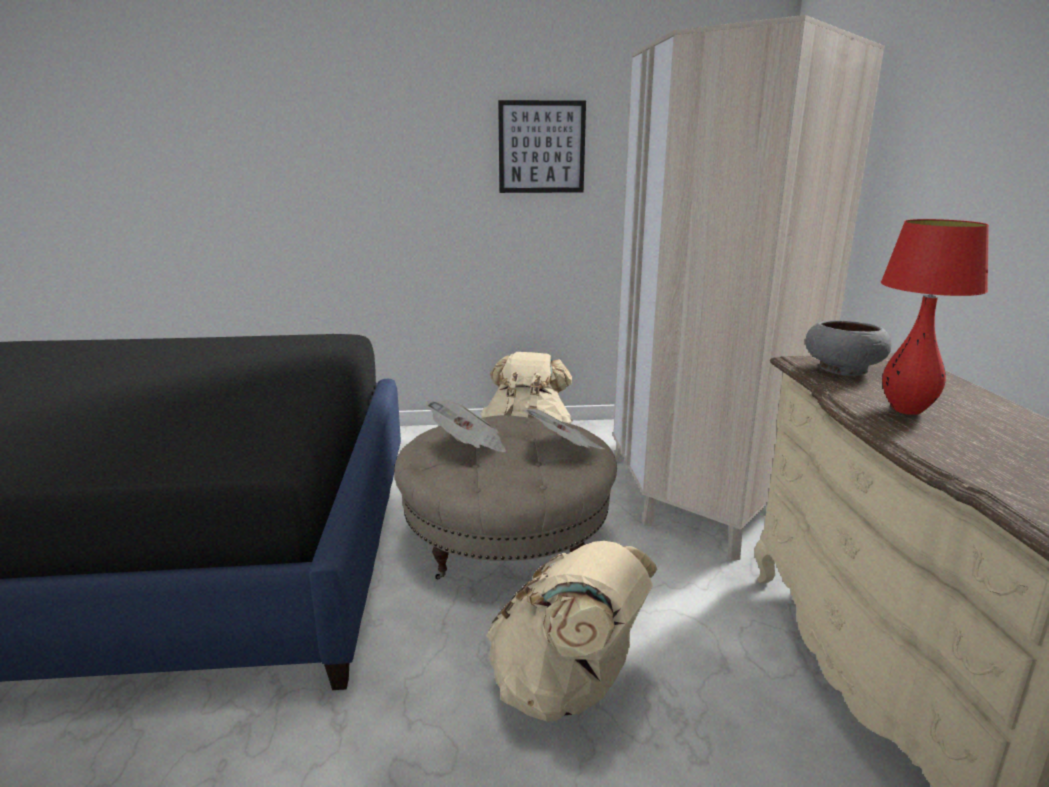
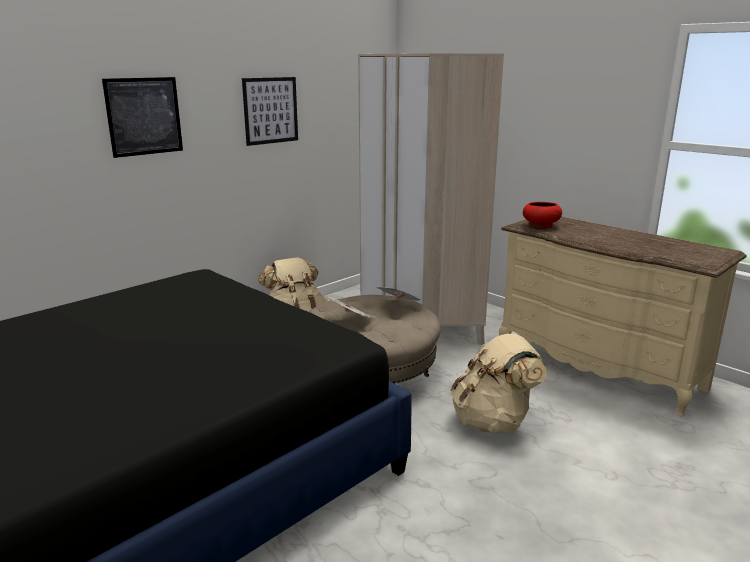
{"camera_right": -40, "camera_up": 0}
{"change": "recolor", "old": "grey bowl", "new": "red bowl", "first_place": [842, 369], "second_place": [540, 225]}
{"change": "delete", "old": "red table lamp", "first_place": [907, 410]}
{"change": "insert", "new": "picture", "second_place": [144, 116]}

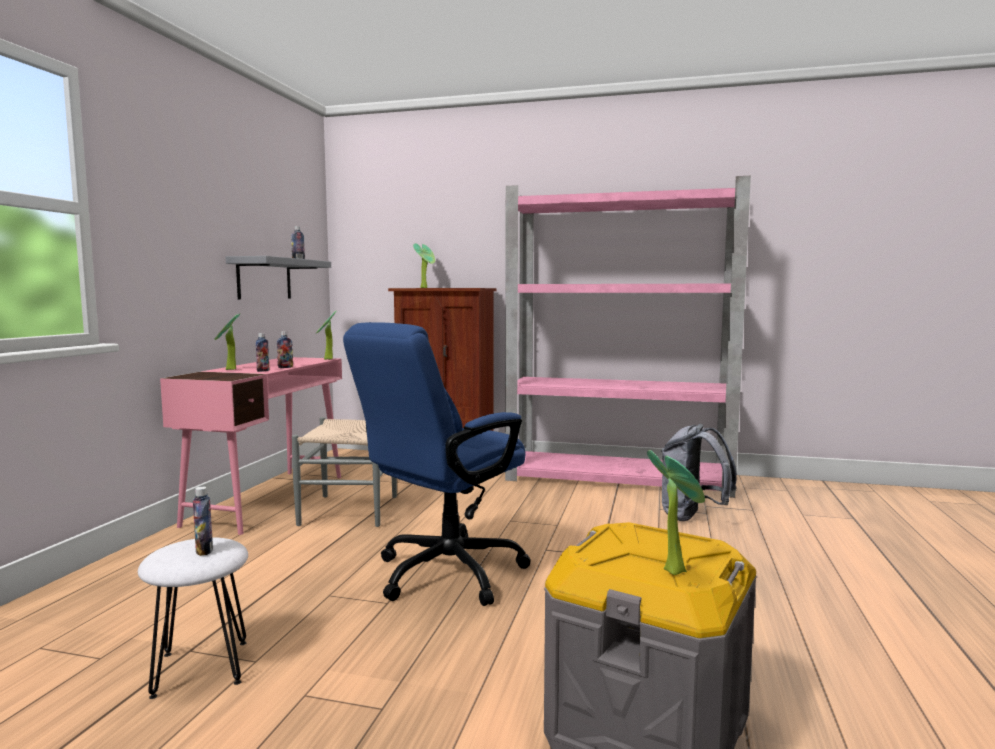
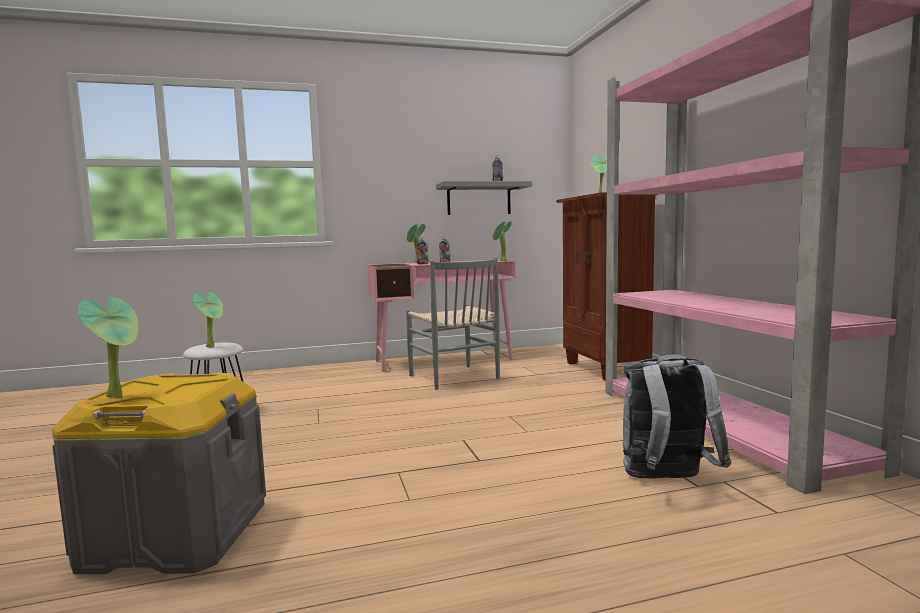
{"camera_right": 60, "camera_up": 0}
{"change": "replace", "old": "bottle", "new": "potted plant", "first_place": [204, 551], "second_place": [212, 346]}
{"change": "delete", "old": "blue office chair", "first_place": [444, 576]}

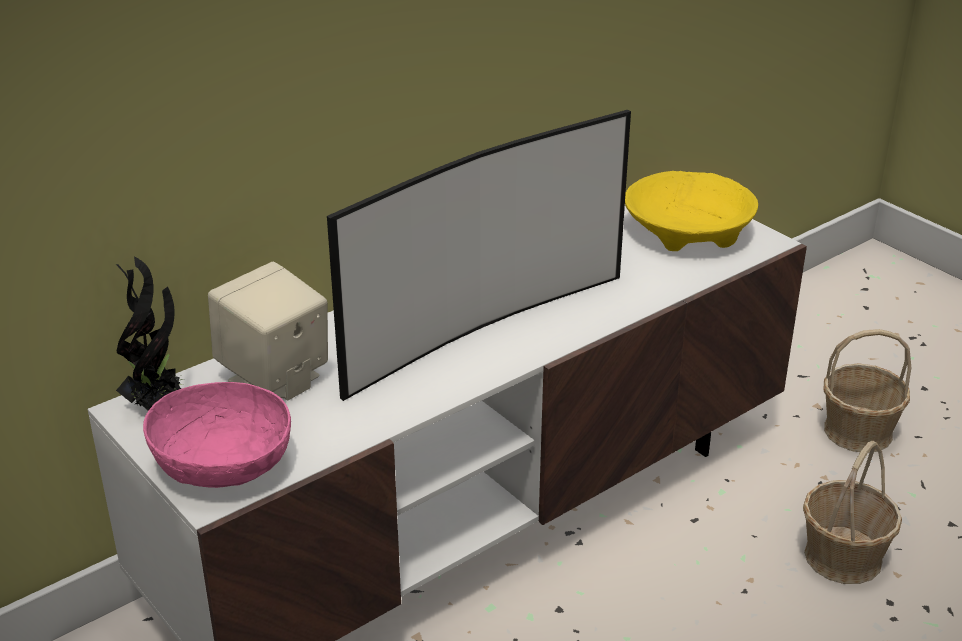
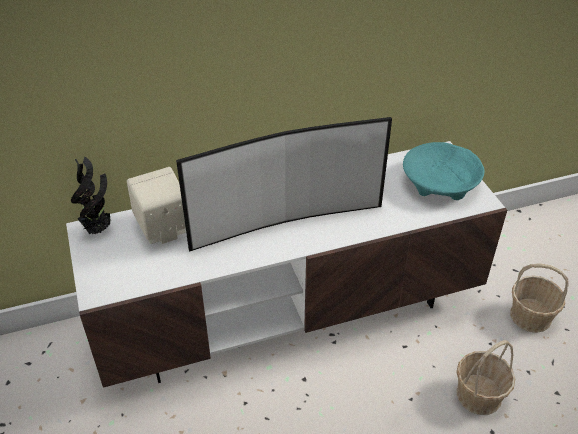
{"camera_right": 20, "camera_up": 10}
{"change": "delete", "old": "pink bowl", "first_place": [224, 465]}
{"change": "recolor", "old": "yellow bowl", "new": "turquoise bowl", "first_place": [687, 231], "second_place": [439, 182]}

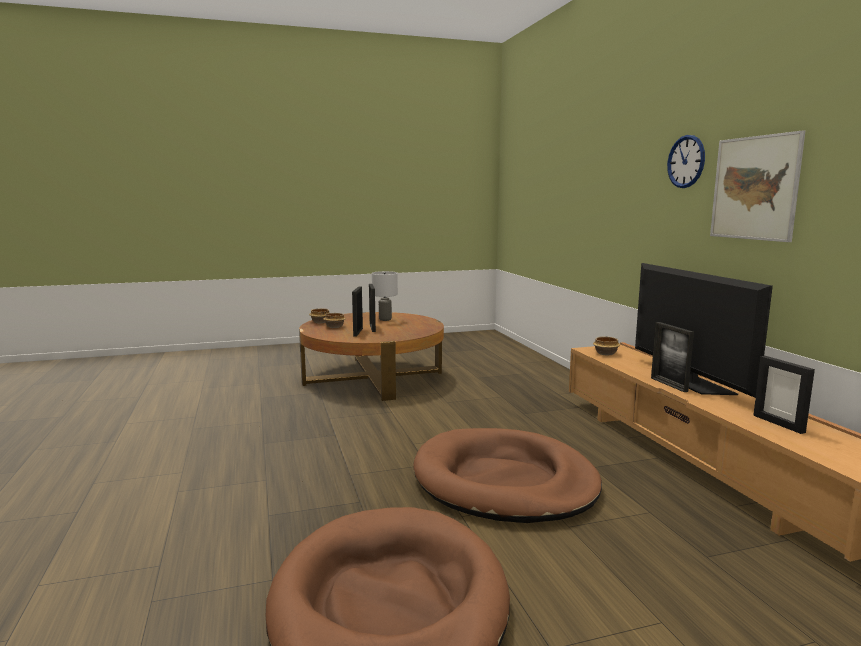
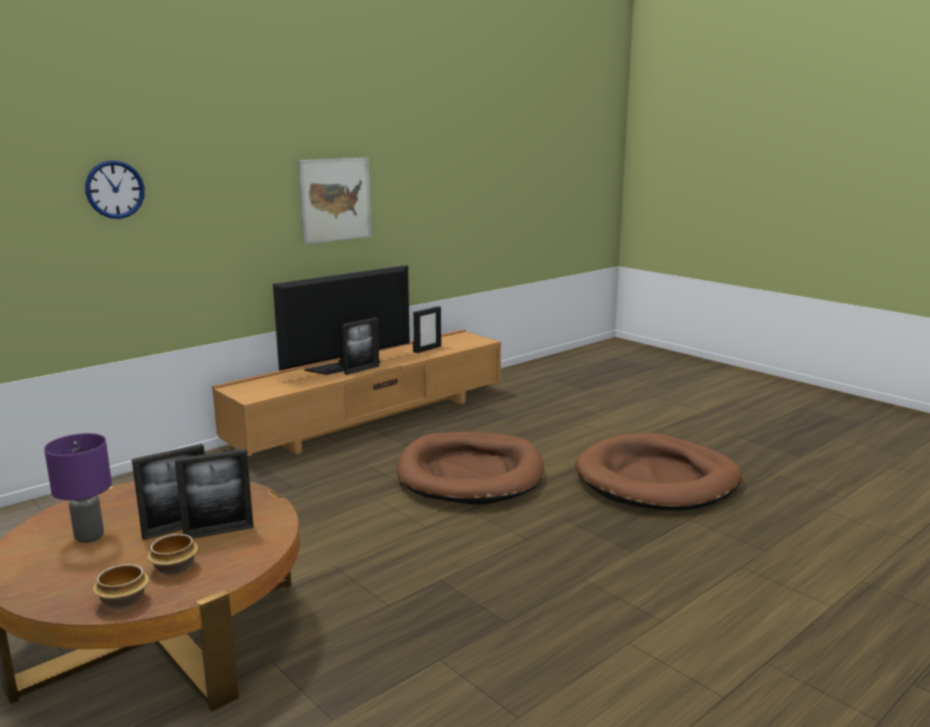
{"camera_right": -115, "camera_up": 5}
{"change": "recolor", "old": "white table lamp", "new": "purple table lamp", "first_place": [384, 319], "second_place": [89, 538]}
{"change": "delete", "old": "bowl", "first_place": [606, 353]}
{"change": "move", "old": "wall clock", "first_place": [686, 161], "second_place": [115, 189]}

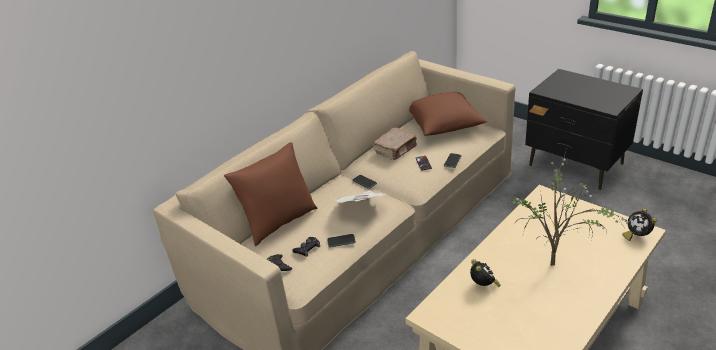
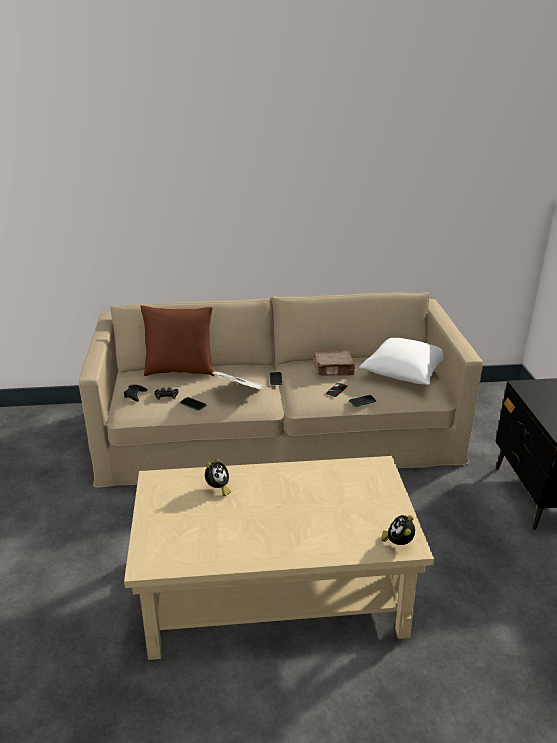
{"camera_right": 40, "camera_up": -5}
{"change": "recolor", "old": "brown pillow", "new": "white pillow", "first_place": [444, 125], "second_place": [404, 374]}
{"change": "delete", "old": "potted plant", "first_place": [555, 266]}

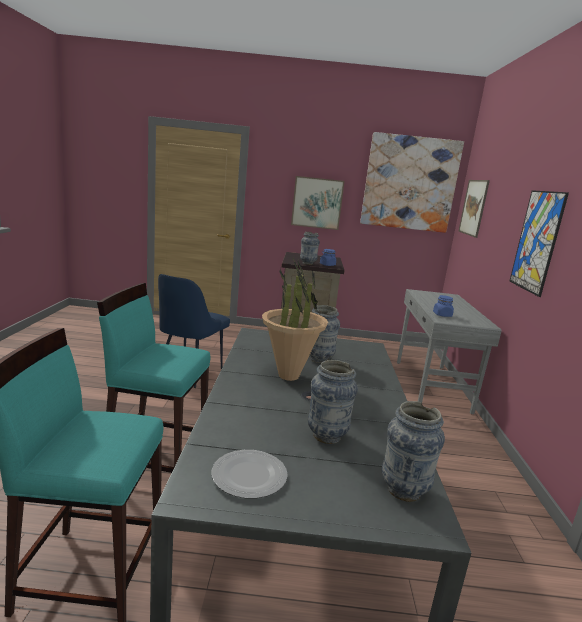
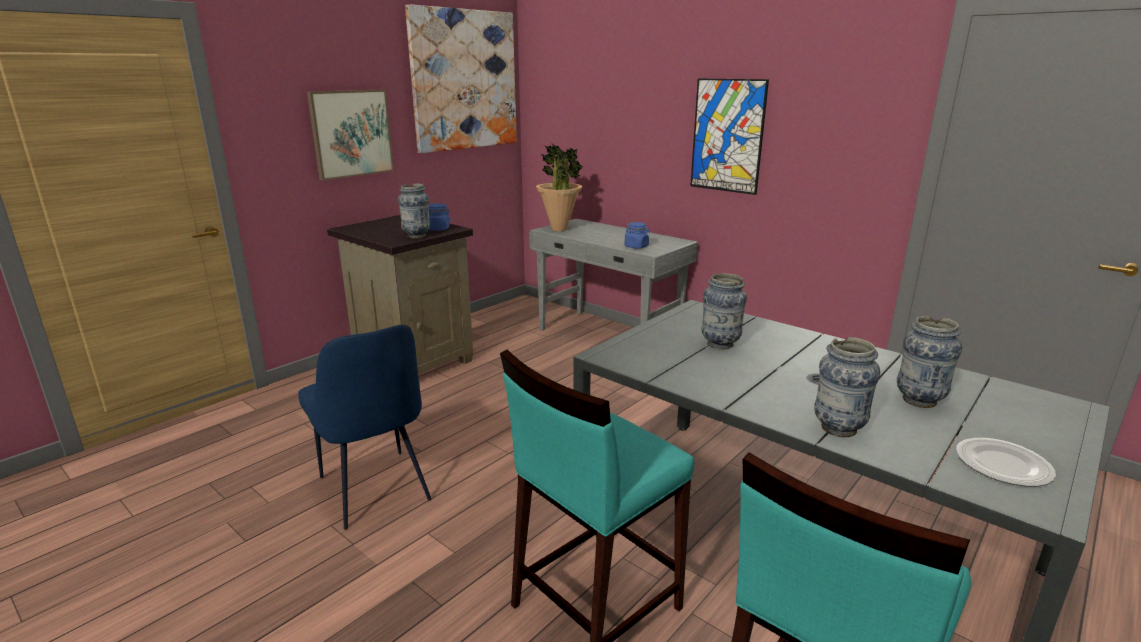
{"camera_right": -50, "camera_up": 5}
{"change": "move", "old": "potted plant", "first_place": [289, 376], "second_place": [559, 229]}
{"change": "move", "old": "vase", "first_place": [404, 490], "second_place": [838, 428]}
{"change": "delete", "old": "picture", "first_place": [473, 207]}

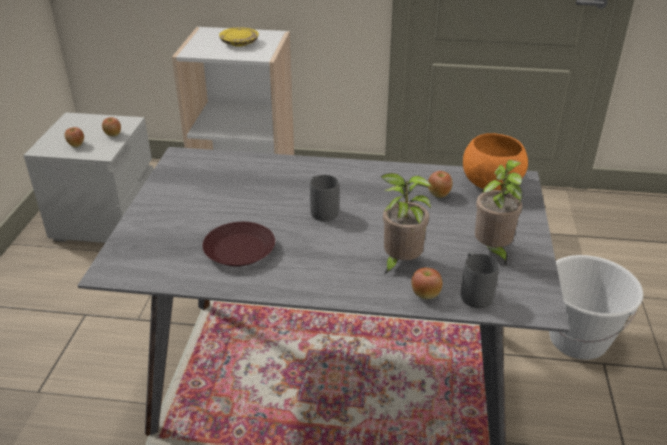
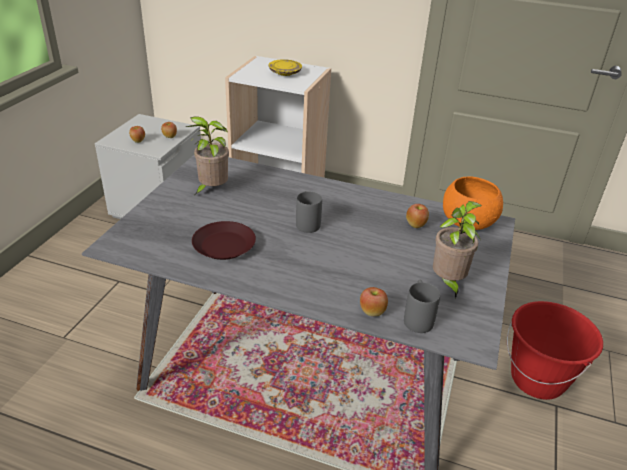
{"camera_right": 10, "camera_up": 0}
{"change": "move", "old": "potted plant", "first_place": [400, 263], "second_place": [211, 190]}
{"change": "recolor", "old": "white bucket", "new": "red bucket", "first_place": [578, 340], "second_place": [537, 380]}

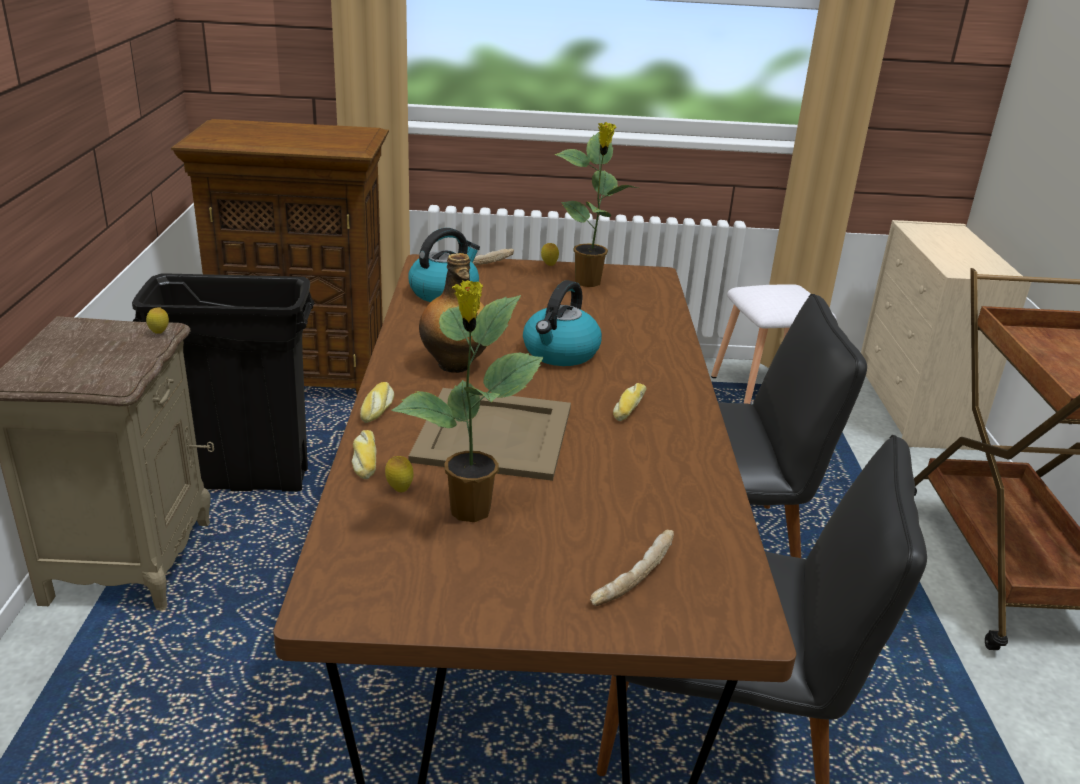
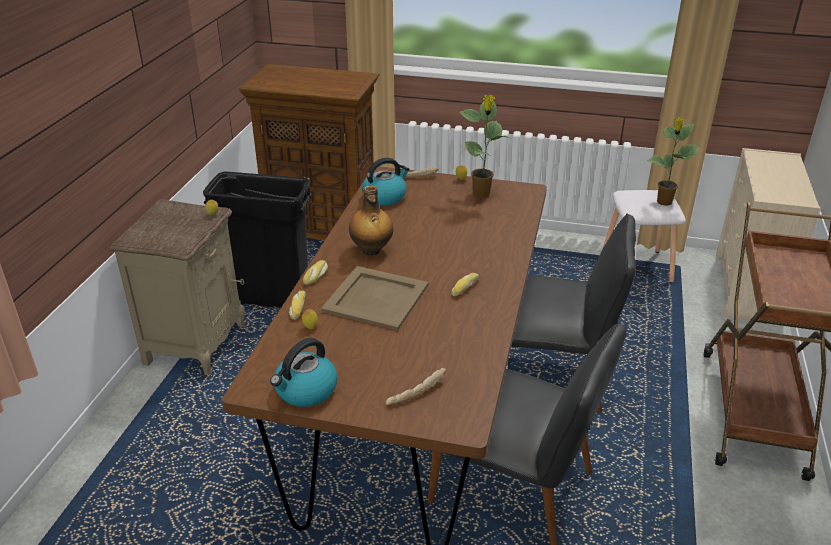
{"camera_right": 15, "camera_up": 5}
{"change": "move", "old": "potted plant", "first_place": [469, 512], "second_place": [664, 202]}
{"change": "move", "old": "kettle", "first_place": [560, 353], "second_place": [305, 391]}

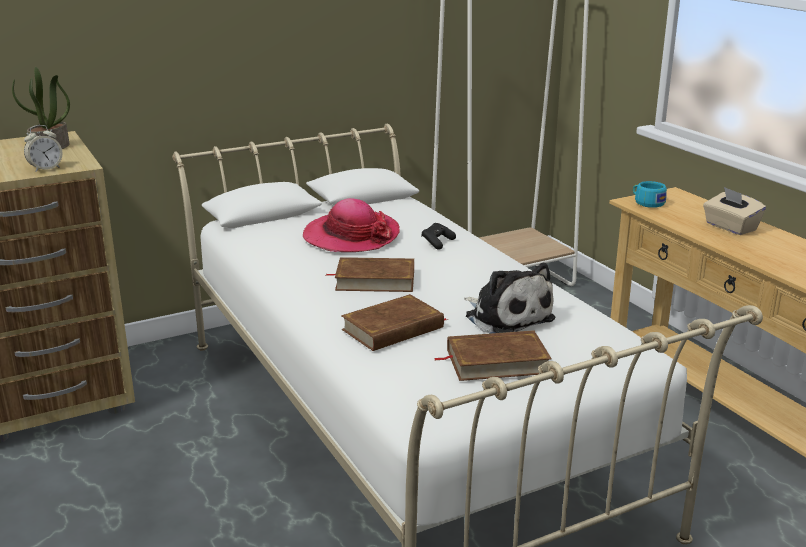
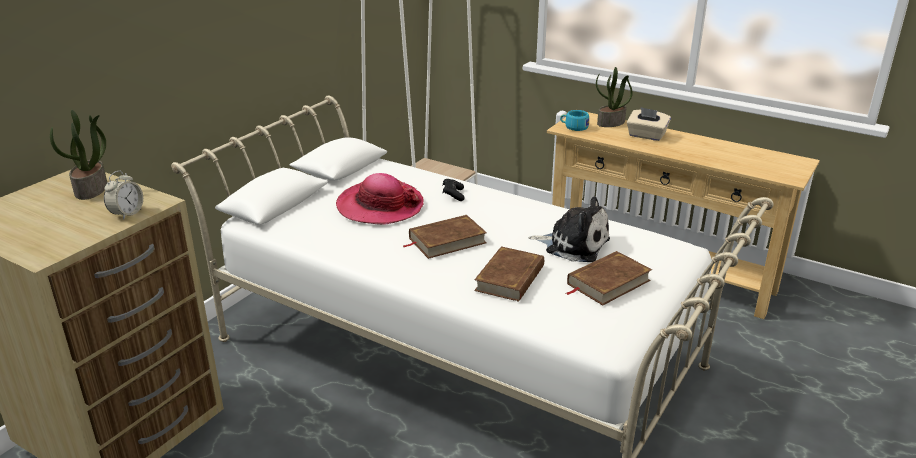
{"camera_right": -30, "camera_up": 5}
{"change": "insert", "new": "potted plant", "second_place": [611, 123]}

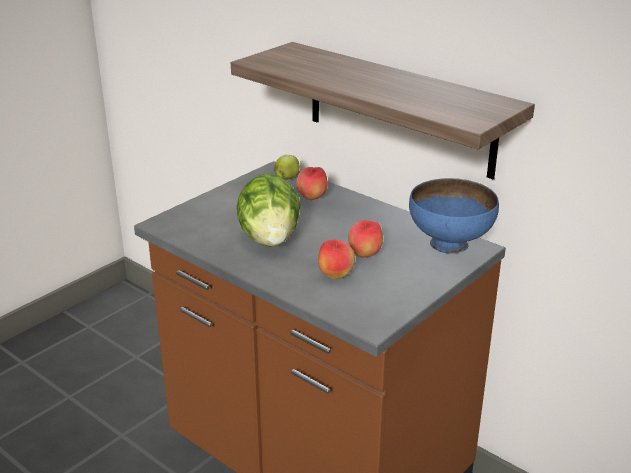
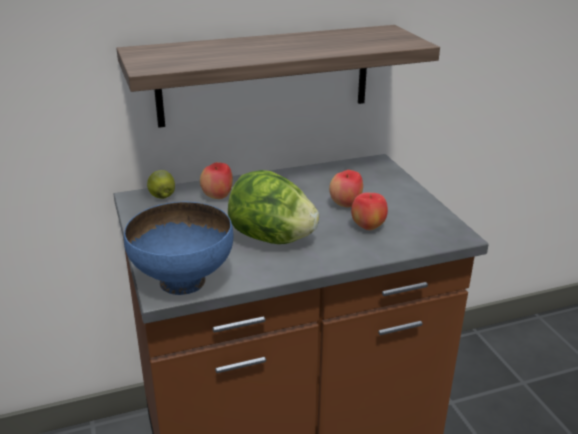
{"camera_right": -60, "camera_up": 0}
{"change": "move", "old": "blue bowl", "first_place": [450, 244], "second_place": [184, 281]}

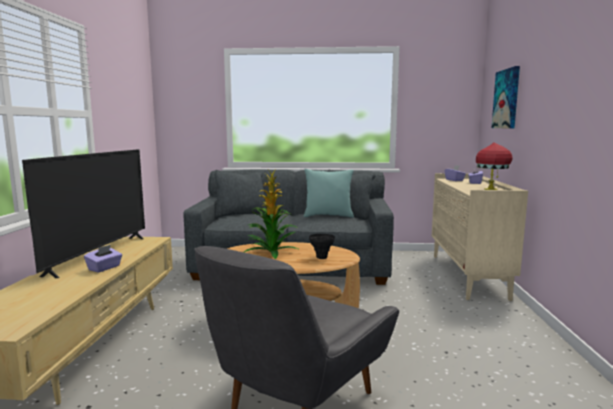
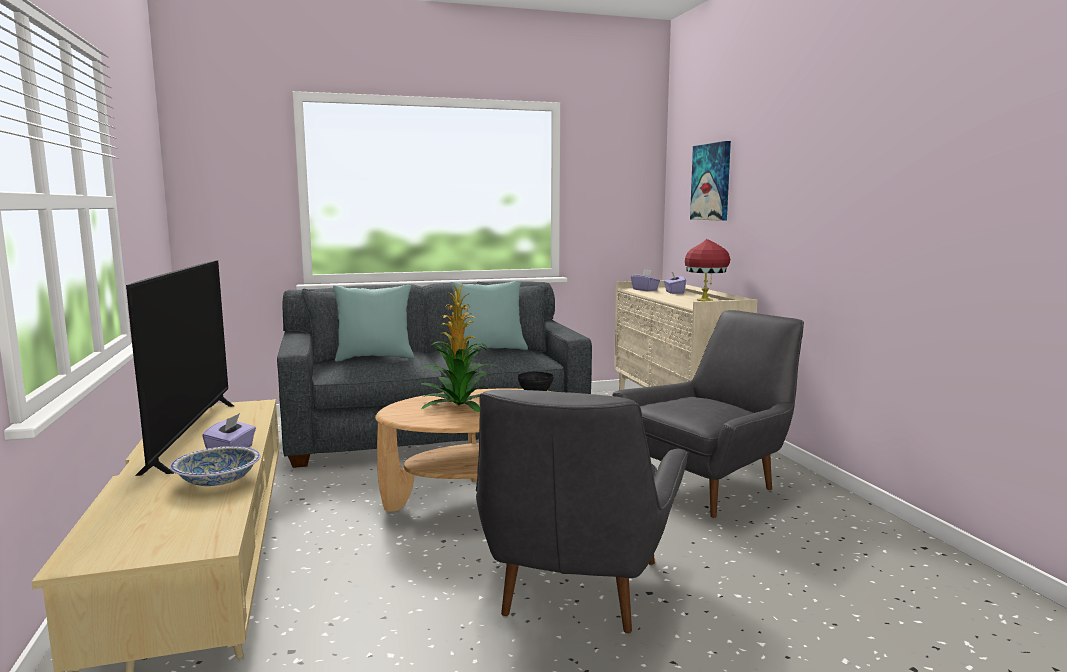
{"camera_right": -20, "camera_up": 0}
{"change": "insert", "new": "bowl", "second_place": [218, 481]}
{"change": "insert", "new": "turquoise pillow", "second_place": [375, 357]}
{"change": "insert", "new": "grey armchair", "second_place": [710, 486]}

